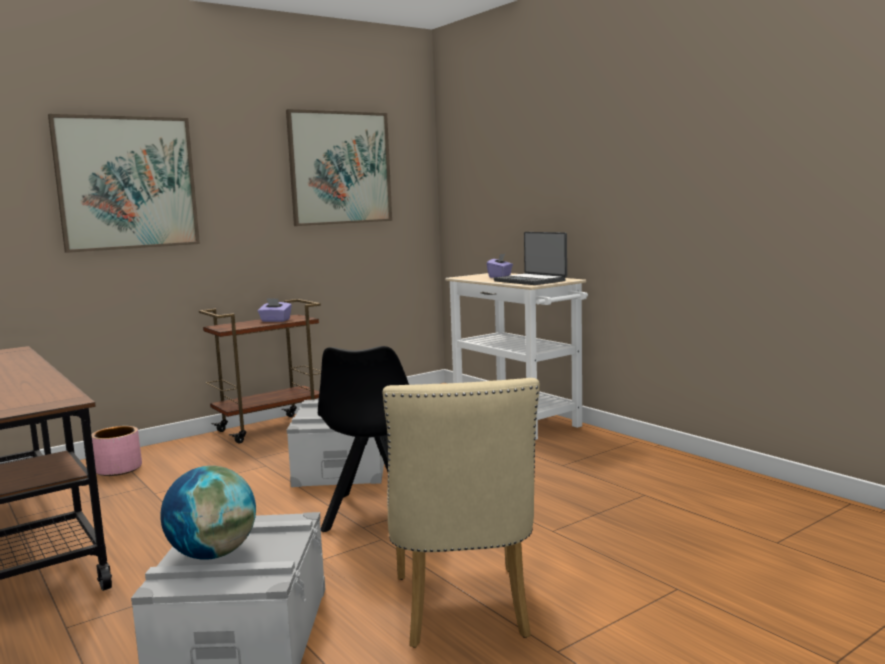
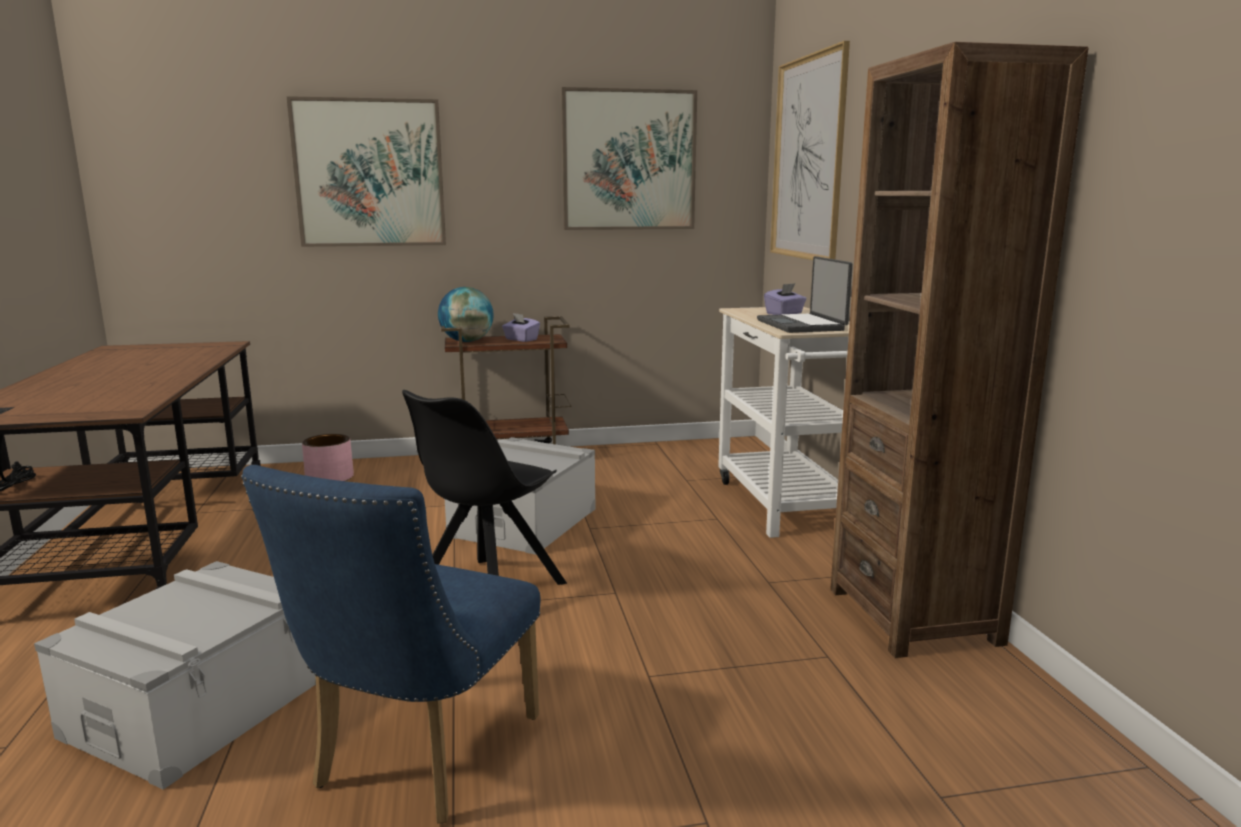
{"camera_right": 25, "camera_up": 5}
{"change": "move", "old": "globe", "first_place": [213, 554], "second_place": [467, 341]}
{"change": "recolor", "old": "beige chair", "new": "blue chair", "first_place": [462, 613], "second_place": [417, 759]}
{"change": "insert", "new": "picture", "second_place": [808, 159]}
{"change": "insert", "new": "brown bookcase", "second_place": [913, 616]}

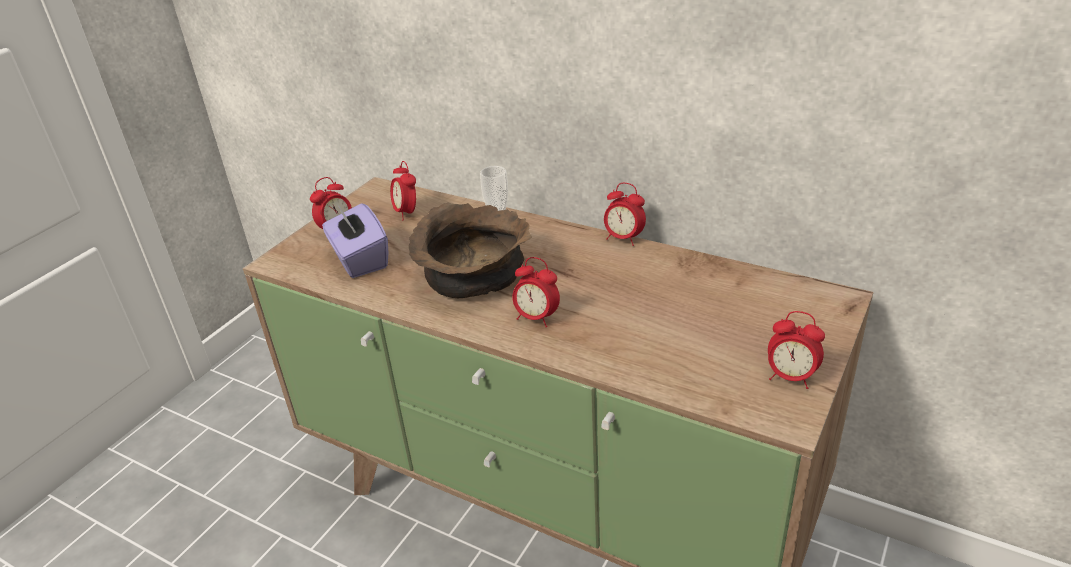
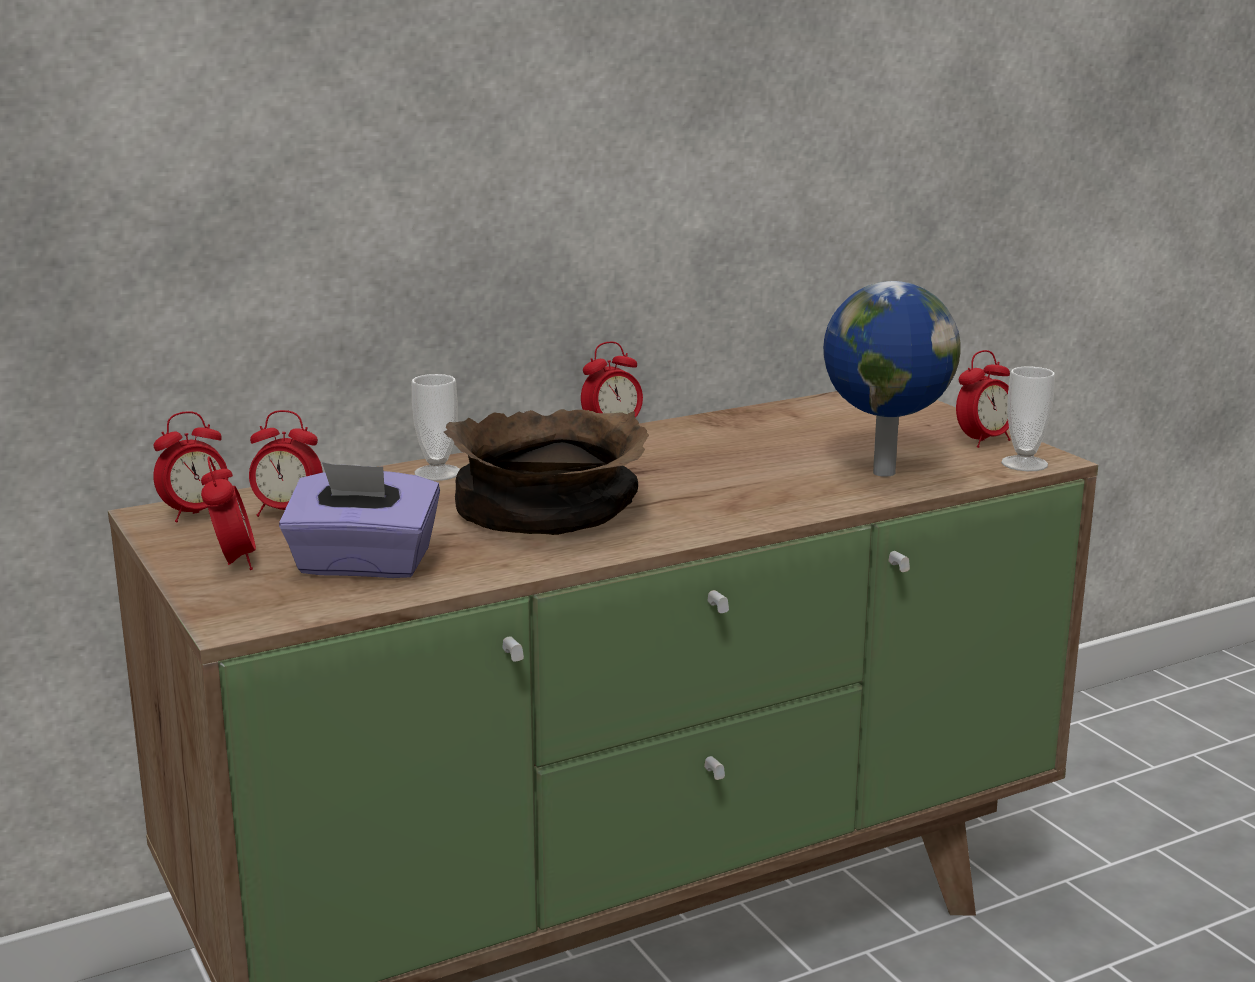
{"camera_right": -60, "camera_up": -15}
{"change": "move", "old": "alarm clock", "first_place": [536, 318], "second_place": [196, 514]}
{"change": "insert", "new": "globe", "second_place": [881, 472]}
{"change": "insert", "new": "cup", "second_place": [1024, 463]}

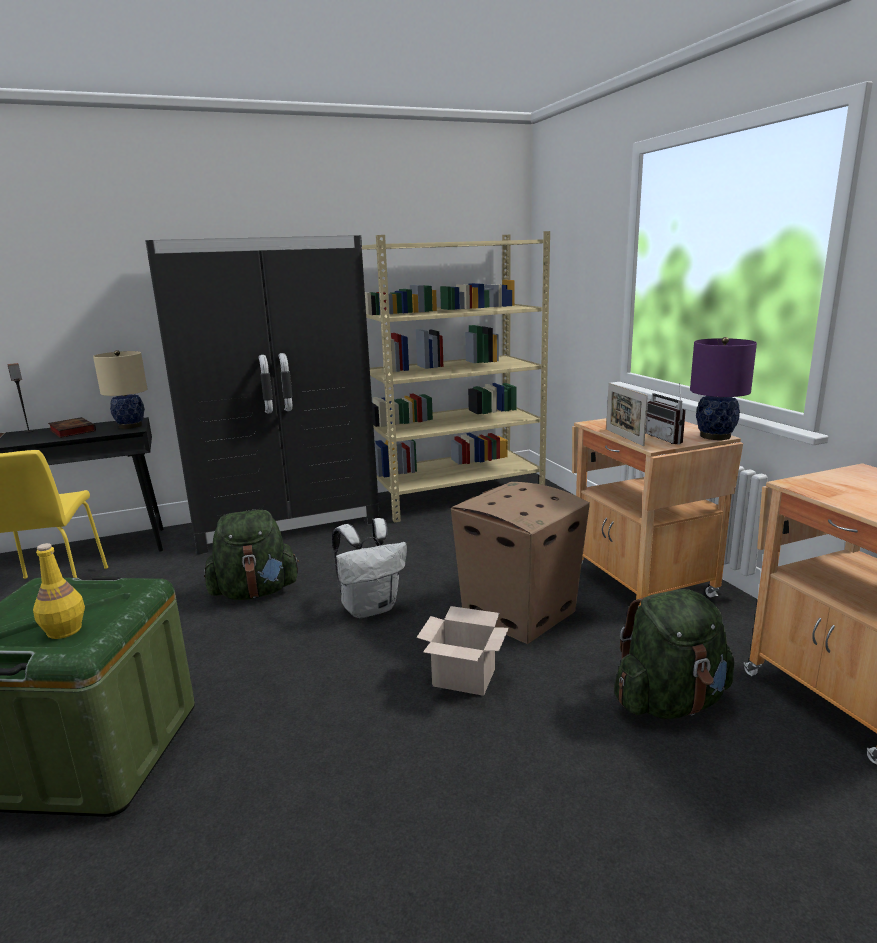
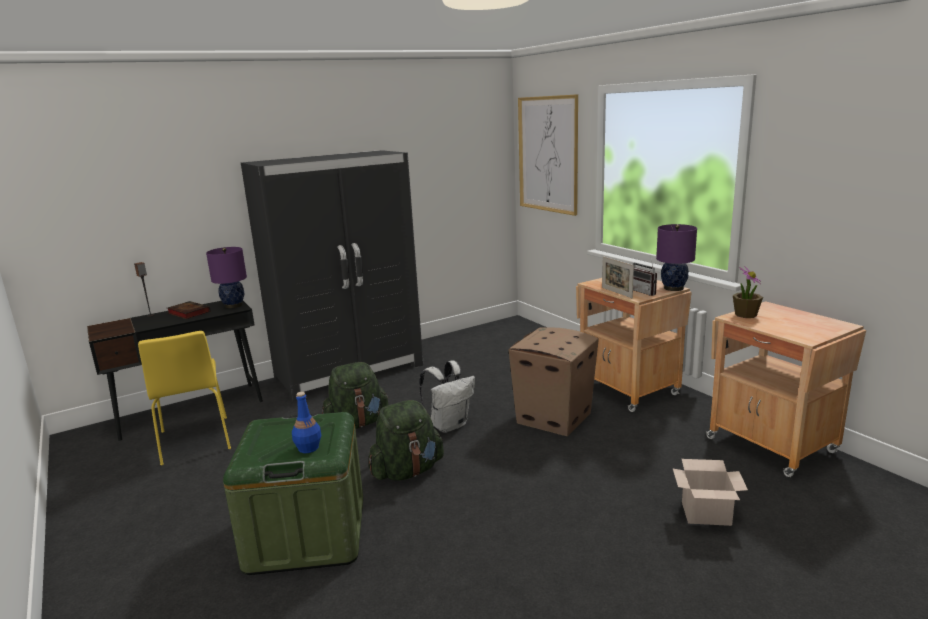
{"camera_right": -10, "camera_up": 0}
{"change": "recolor", "old": "yellow bottle", "new": "blue bottle", "first_place": [64, 631], "second_place": [308, 448]}
{"change": "recolor", "old": "beige table lamp", "new": "purple table lamp", "first_place": [130, 426], "second_place": [233, 305]}
{"change": "delete", "old": "beige bookcase", "first_place": [456, 495]}
{"change": "move", "old": "cardboard box", "first_place": [462, 678], "second_place": [705, 514]}
{"change": "move", "old": "green backpack", "first_place": [670, 702], "second_place": [407, 471]}
{"change": "insert", "new": "picture", "second_place": [548, 154]}
{"change": "insert", "new": "potted plant", "second_place": [745, 315]}

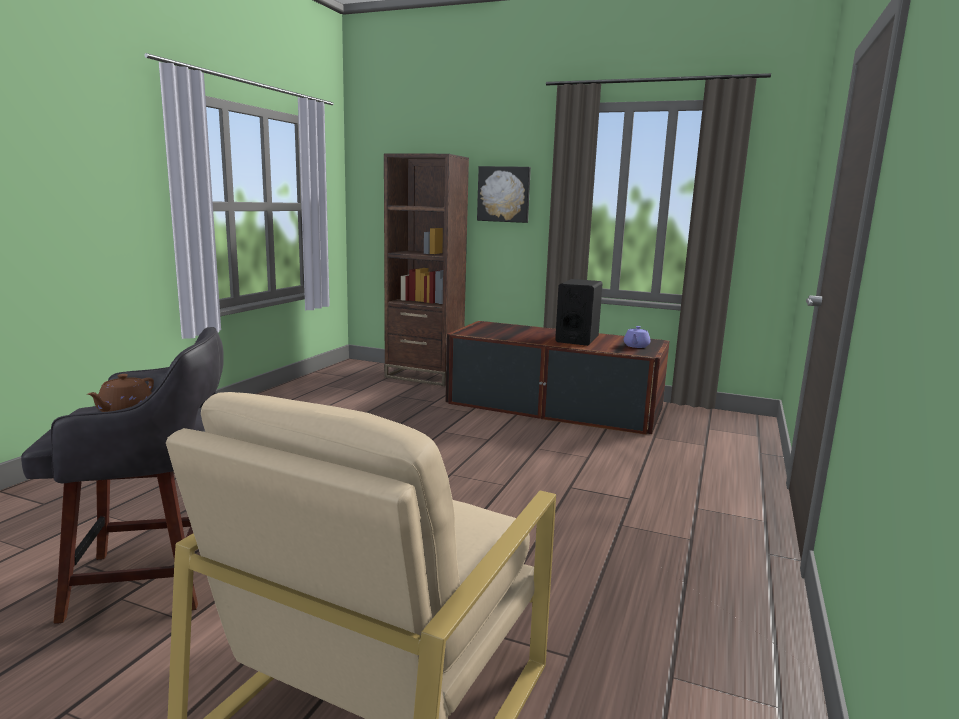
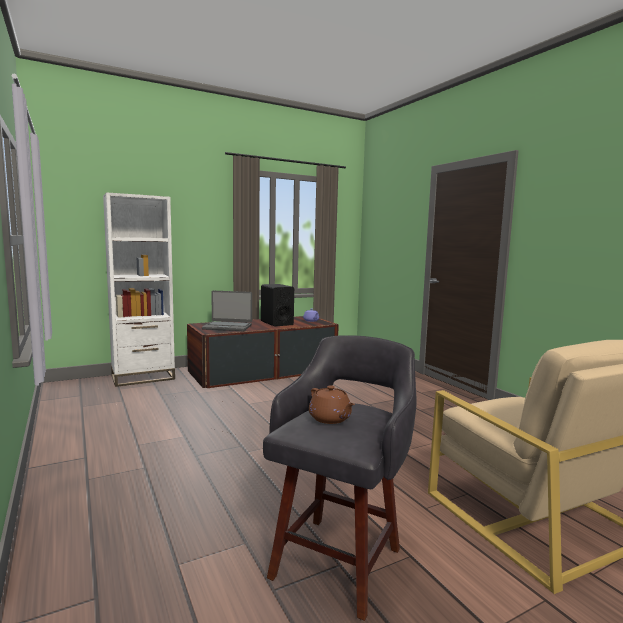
{"camera_right": -50, "camera_up": -5}
{"change": "recolor", "old": "brown bookcase", "new": "white bookcase", "first_place": [424, 376], "second_place": [143, 377]}
{"change": "delete", "old": "picture", "first_place": [504, 194]}
{"change": "insert", "new": "laptop", "second_place": [227, 327]}

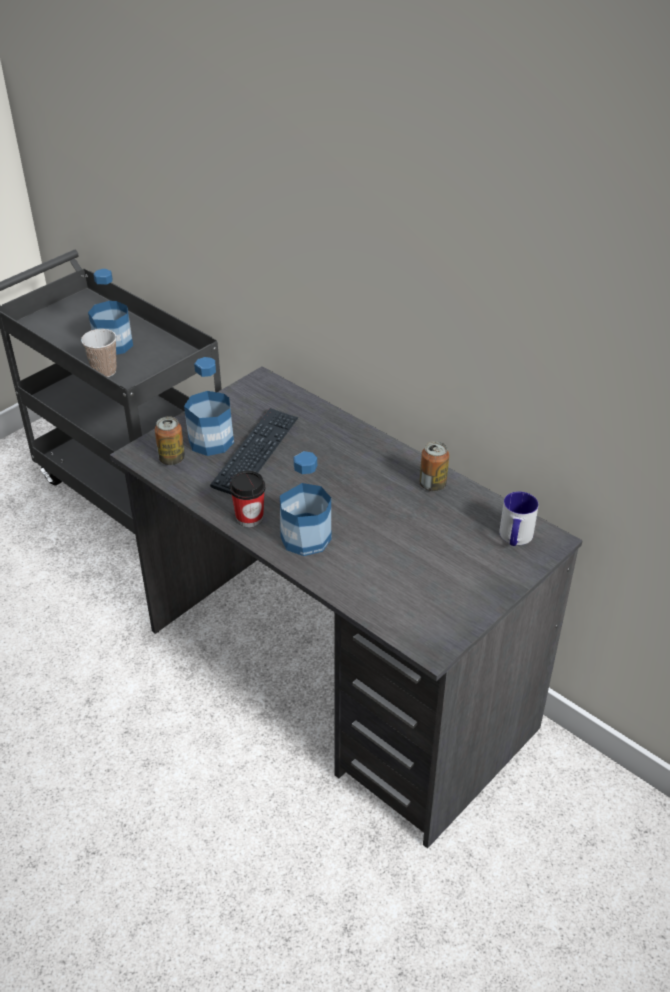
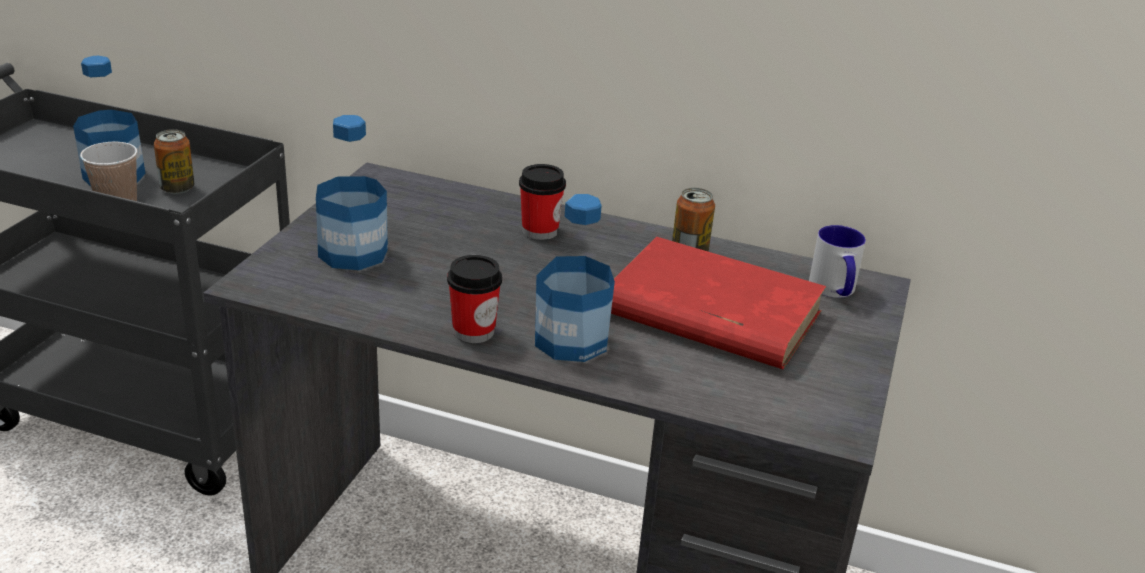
{"camera_right": -25, "camera_up": -10}
{"change": "move", "old": "can", "first_place": [172, 459], "second_place": [177, 188]}
{"change": "delete", "old": "keyboard", "first_place": [256, 453]}
{"change": "insert", "new": "cup", "second_place": [540, 231]}
{"change": "insert", "new": "red book", "second_place": [710, 313]}

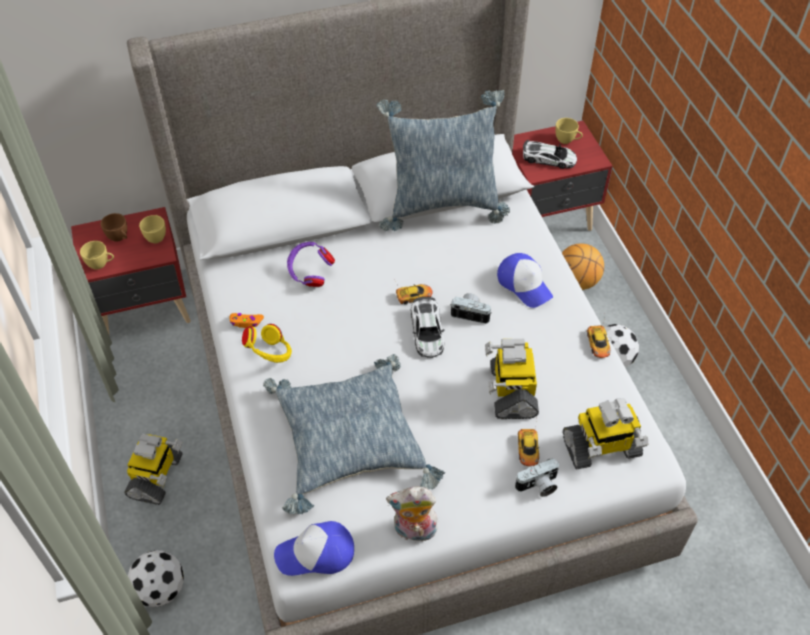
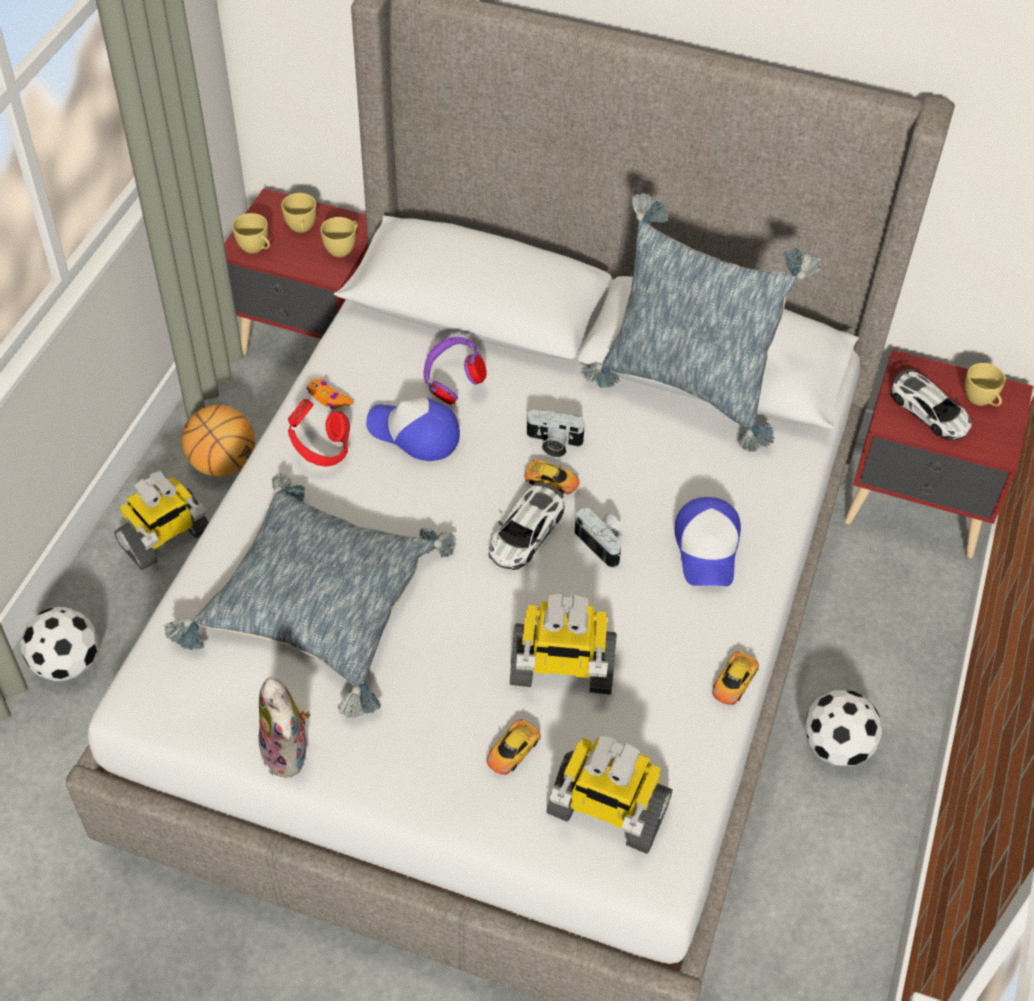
{"camera_right": 35, "camera_up": 0}
{"change": "recolor", "old": "brown cup", "new": "yellow cup", "first_place": [120, 238], "second_place": [301, 229]}
{"change": "recolor", "old": "yellow headphones", "new": "red headphones", "first_place": [270, 355], "second_place": [320, 451]}
{"change": "move", "old": "cap", "first_place": [316, 554], "second_place": [414, 434]}
{"change": "rotate", "old": "plush toy", "first_place": [414, 531], "second_place": [289, 753], "degrees": -150}
{"change": "rotate", "old": "toy robot", "first_place": [511, 391], "second_place": [561, 668], "degrees": -120}
{"change": "move", "old": "photo camera", "first_place": [538, 486], "second_place": [553, 443]}
{"change": "move", "old": "basketball", "first_place": [577, 282], "second_place": [222, 464]}

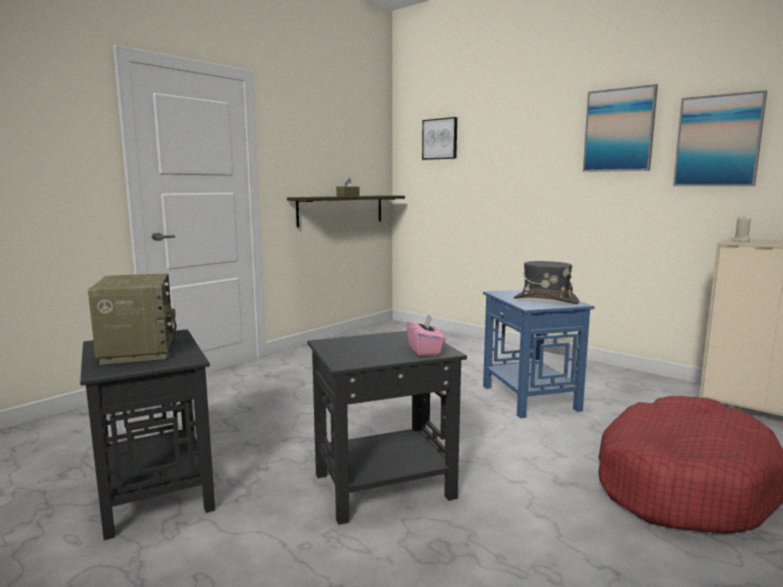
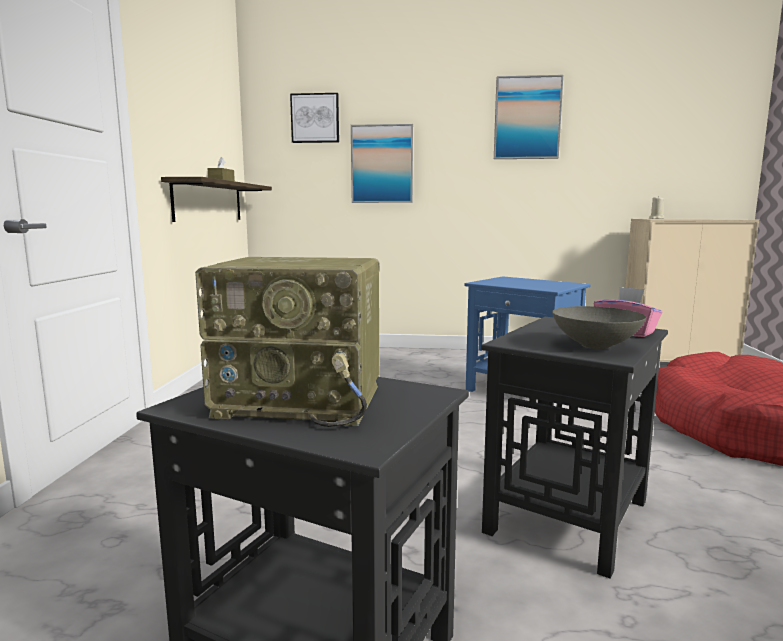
{"camera_right": -35, "camera_up": 0}
{"change": "rotate", "old": "radio", "first_place": [137, 350], "second_place": [304, 400], "degrees": 150}
{"change": "delete", "old": "grey hat", "first_place": [545, 300]}
{"change": "move", "old": "picture", "first_place": [718, 141], "second_place": [382, 164]}
{"change": "insert", "new": "grey bowl", "second_place": [594, 346]}

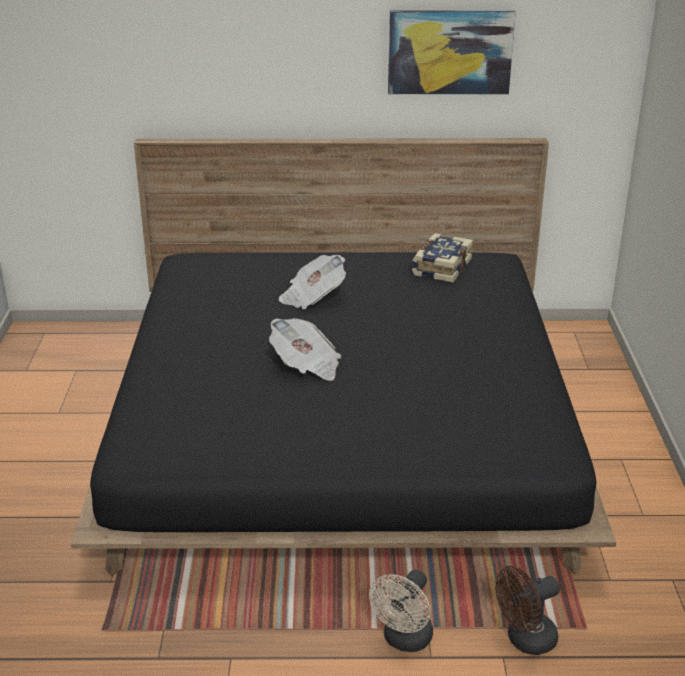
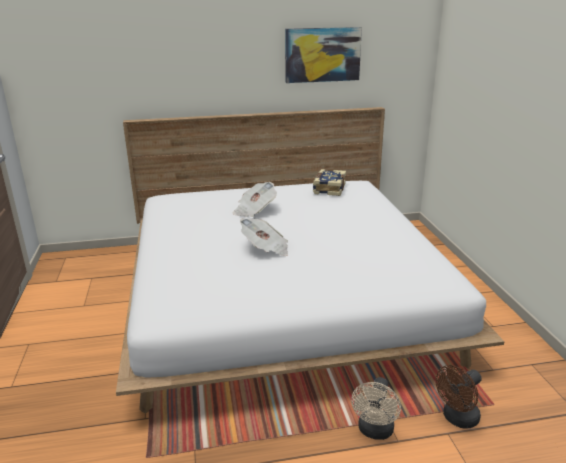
{"camera_right": -10, "camera_up": -5}
{"change": "recolor", "old": "black bed", "new": "white bed", "first_place": [342, 435], "second_place": [284, 299]}

